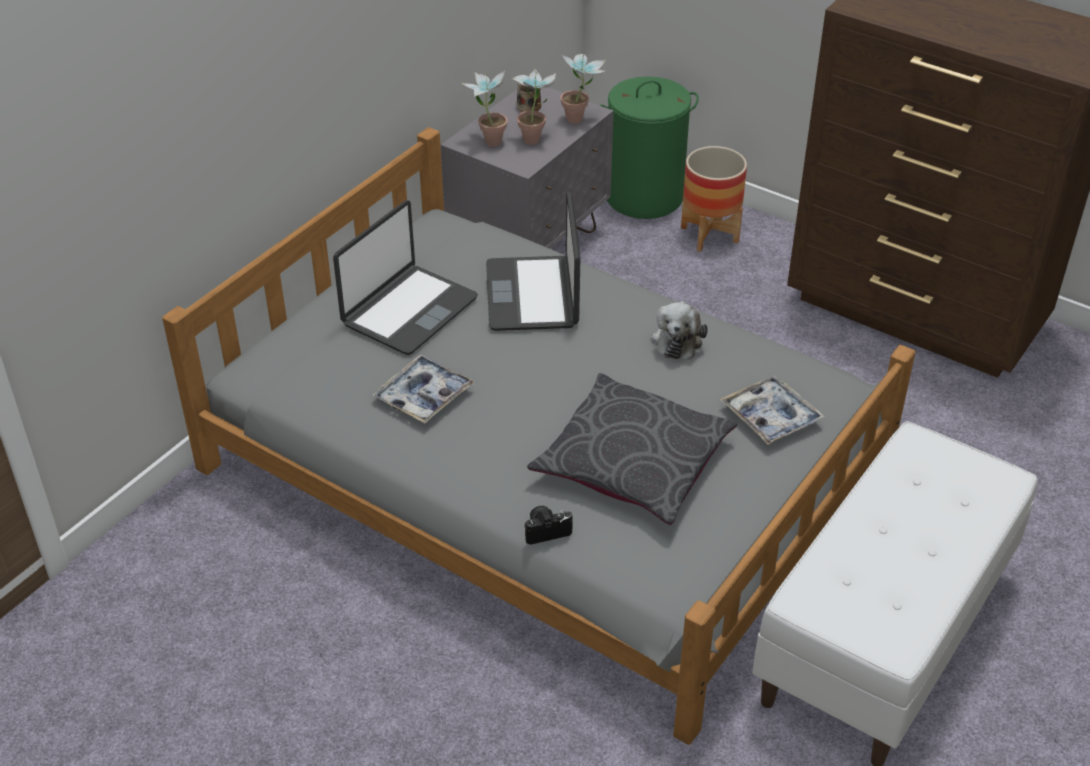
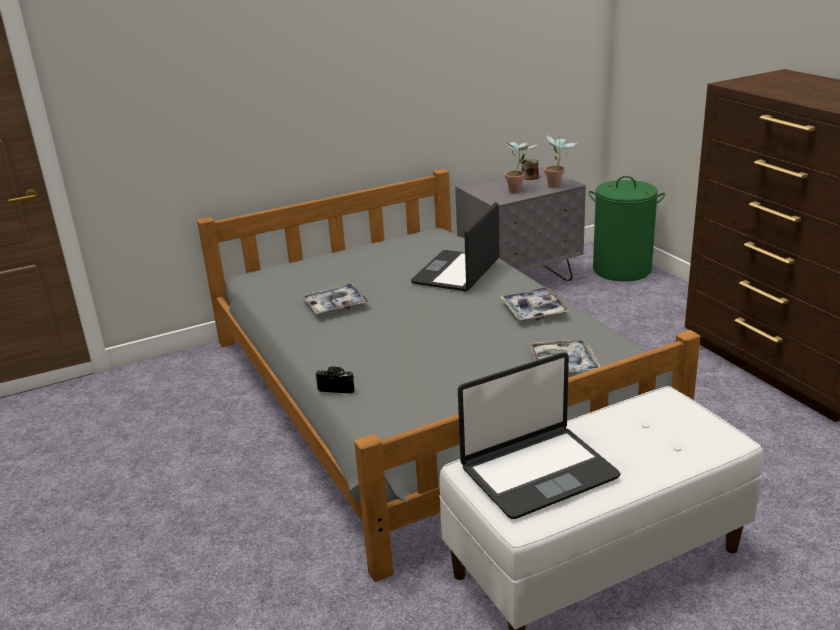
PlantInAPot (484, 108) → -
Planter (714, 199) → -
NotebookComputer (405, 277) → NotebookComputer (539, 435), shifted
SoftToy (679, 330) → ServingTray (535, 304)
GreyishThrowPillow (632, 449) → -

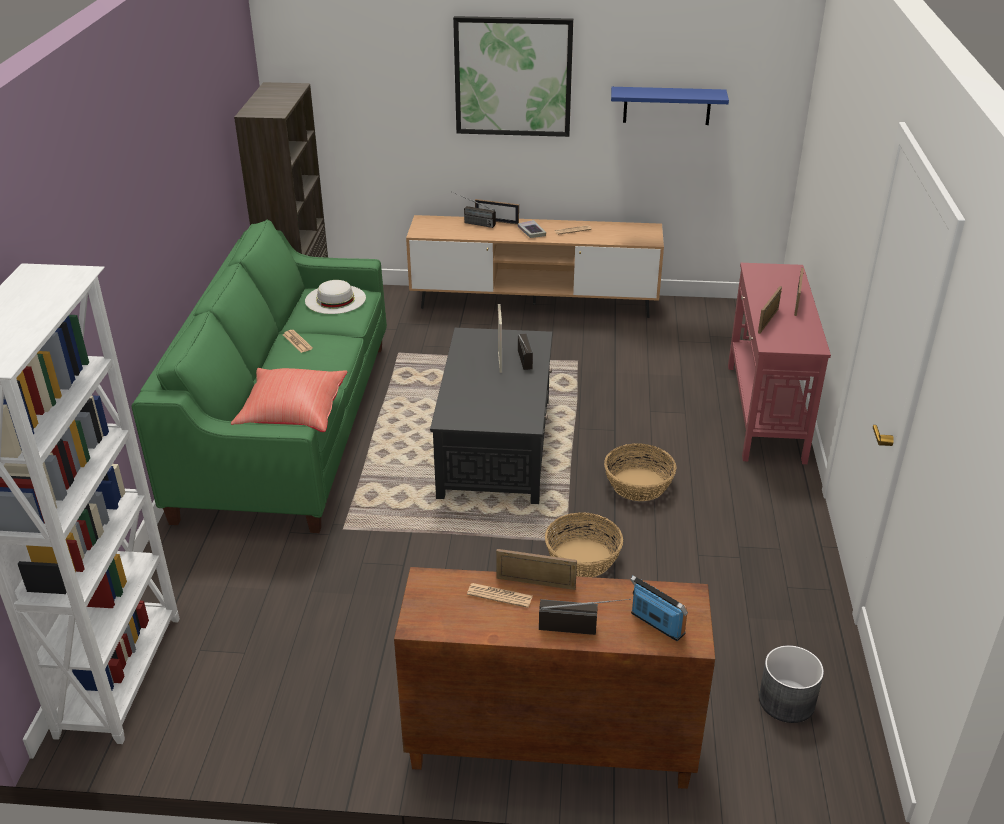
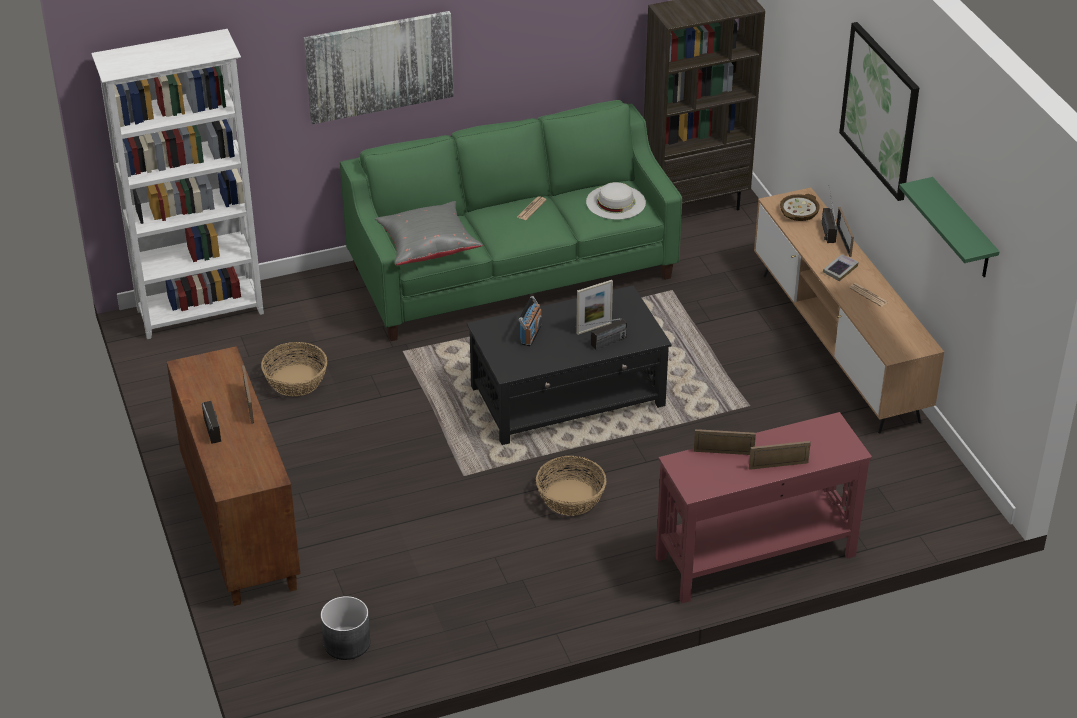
BlueColouredShelf (670, 106) → GreenishShelf (949, 227)
ReddishThrowPillow (289, 400) → GreyishThrowPillow (429, 233)
Basket (584, 544) → Basket (294, 369), shifted
Radio (659, 608) → Radio (530, 321), shifted
Newspaper (500, 595) → -
- → Picture (379, 67)
- → DeepDish (800, 207)

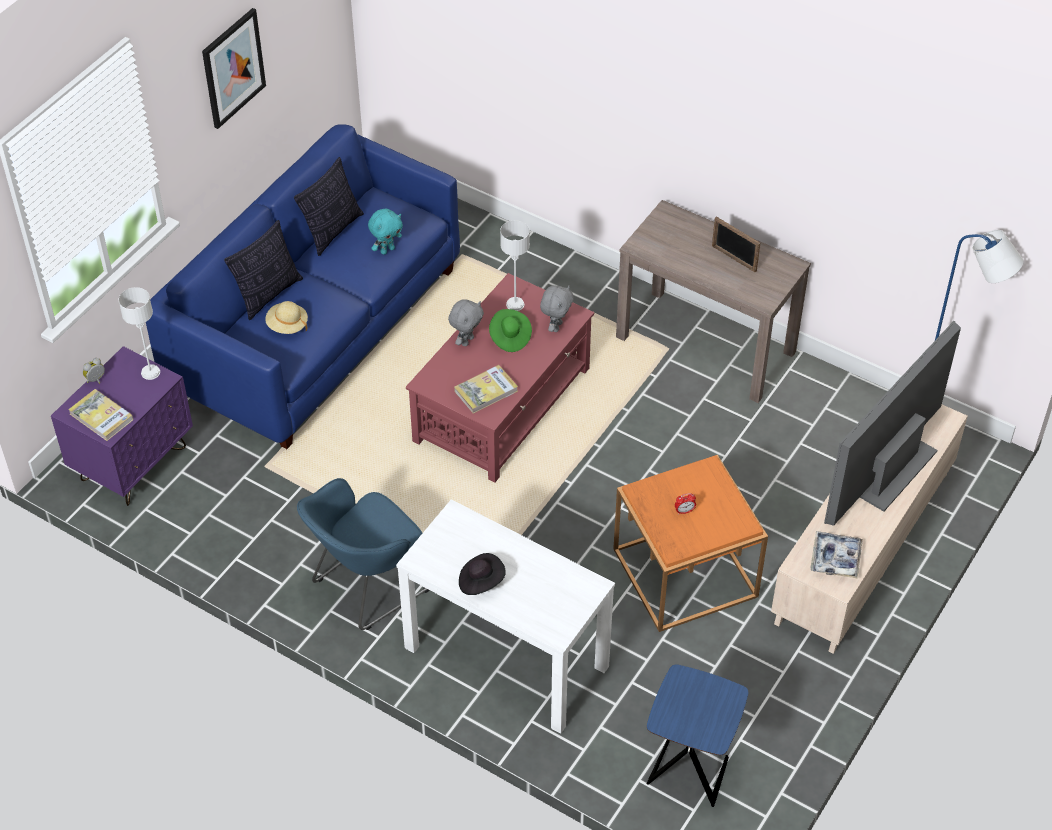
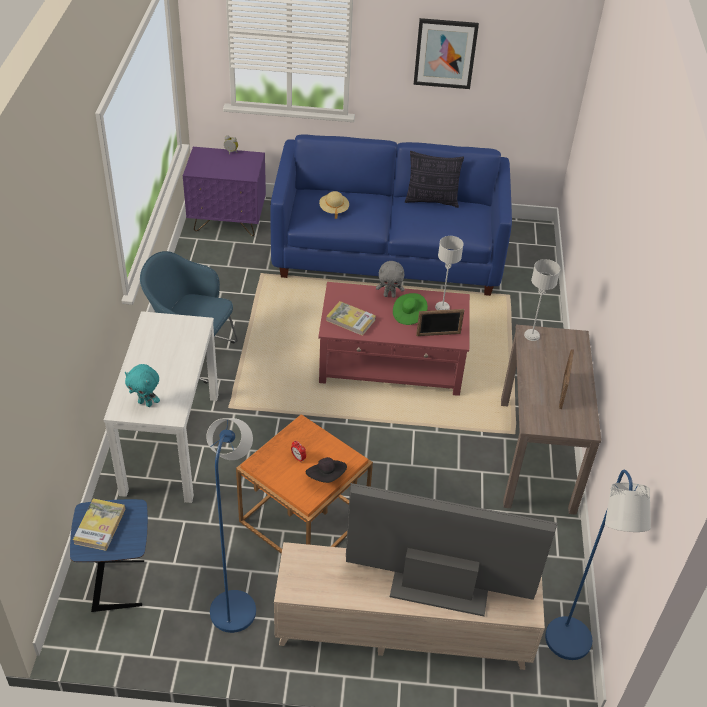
TurquoiseSoftToy (385, 232) → TurquoiseSoftToy (142, 385), shifted
ThrowPillow (263, 270) → -
GreyishSoftToy (557, 308) → PhotoFrame (440, 322)
GreyishLampForATable (139, 333) → GreyishLampForATable (542, 300), shifted
BoundBook (100, 415) → BoundBook (99, 524), shifted
ServingTray (836, 555) → -
BlackColouredClothingHat (482, 574) → BlackColouredClothingHat (326, 470), shifted
- → BlueColouredStandardLamp (231, 525)

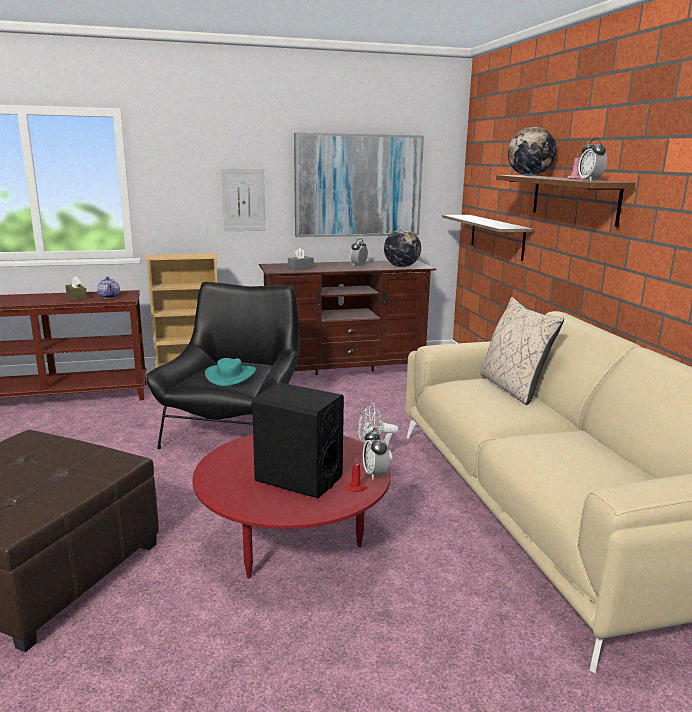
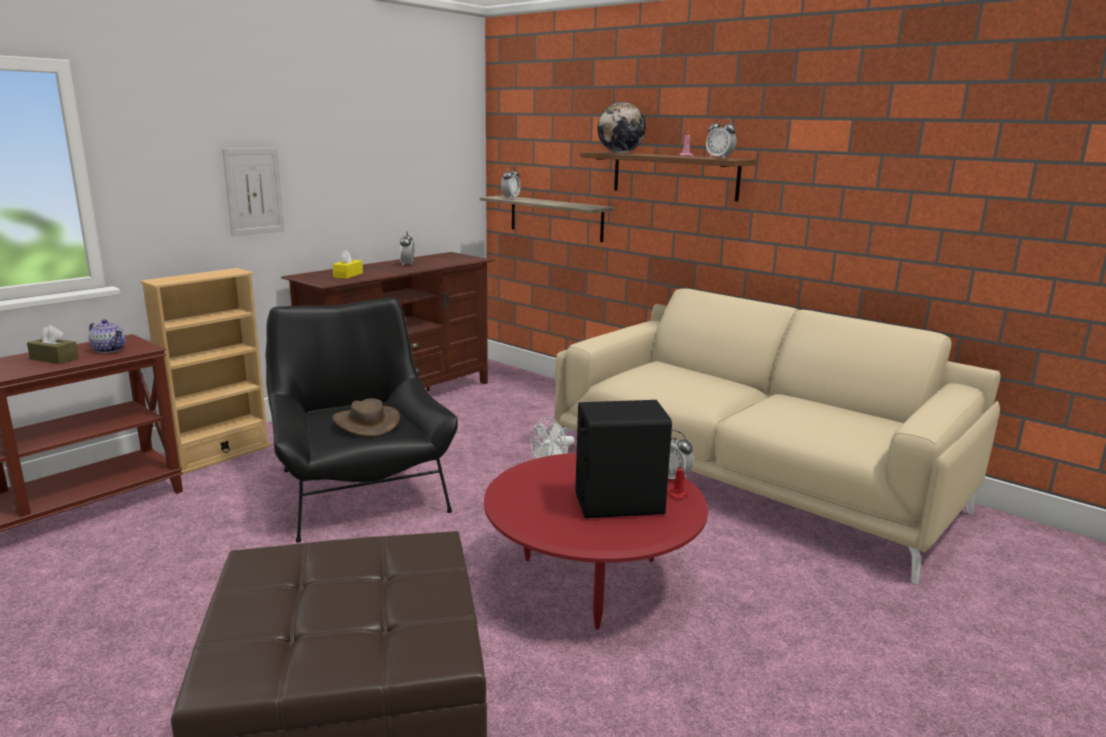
Picture (359, 185) → -
WorldGlobe (402, 248) → -
GreyishTissueHolder (301, 259) → YellowishTissueHolder (347, 264)
BeigeThrowPillow (522, 351) → -
TurquoiseClothingHat (230, 372) → BrownishClothingHat (366, 417)
- → AlarmClock (510, 183)

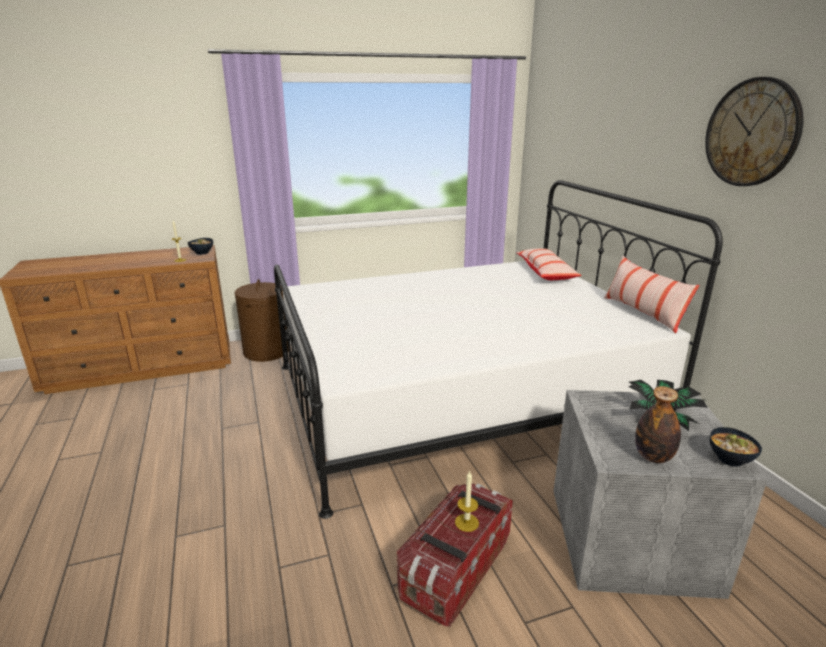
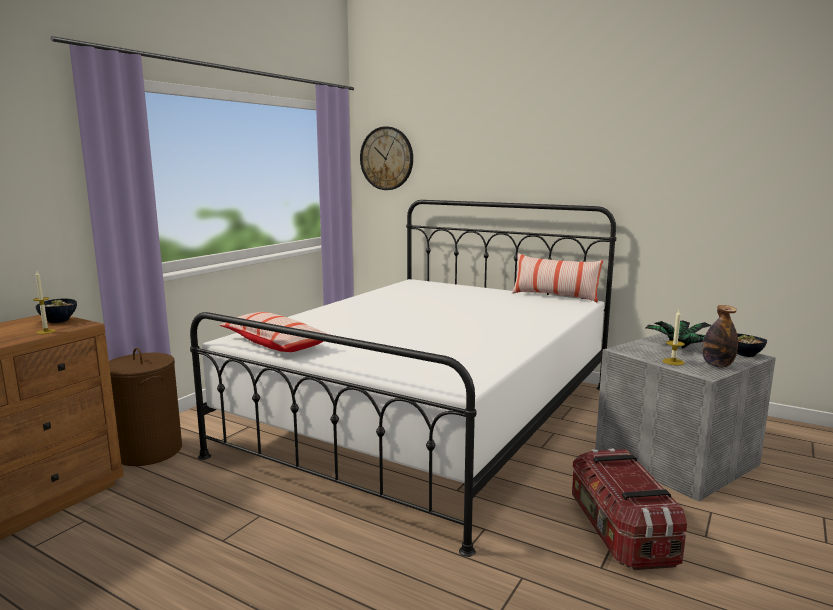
ClockOnTheWall (754, 131) → ClockOnTheWall (386, 158), shifted
ThrowPillow (549, 264) → ThrowPillow (275, 332), shifted
Candle (467, 501) → Candle (674, 337), shifted

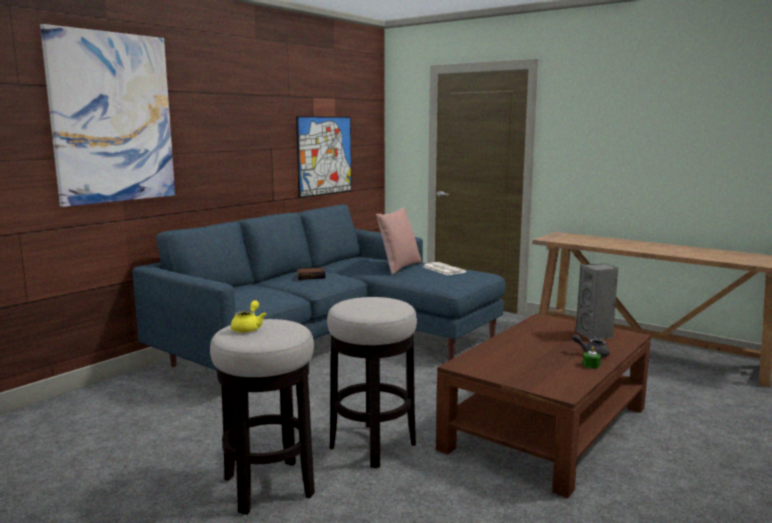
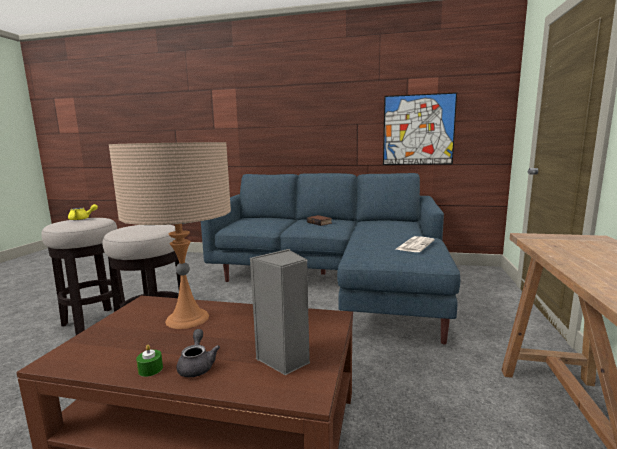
Picture (107, 115) → -
PinkishThrowPillow (398, 241) → -
- → BeigeLampForATable (170, 235)

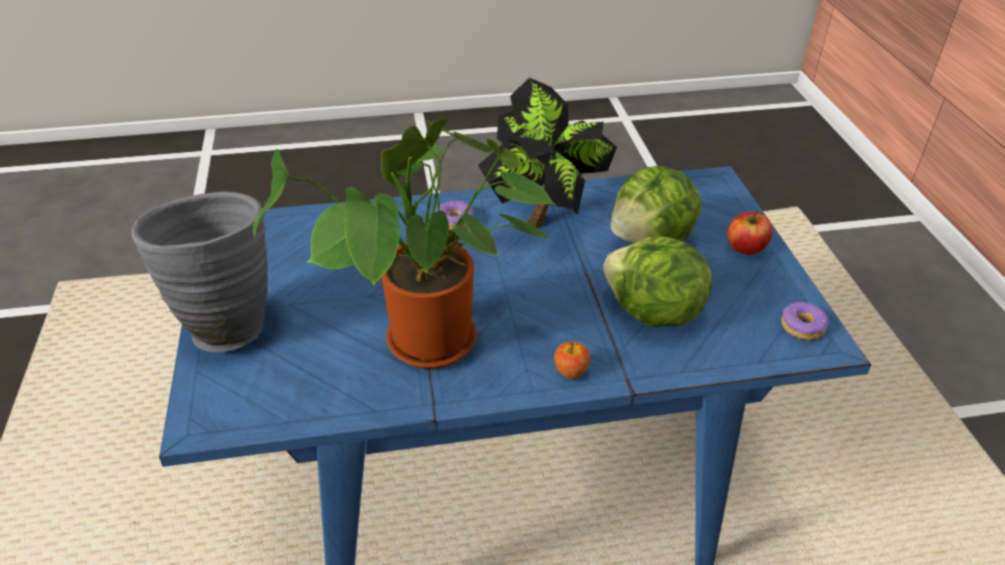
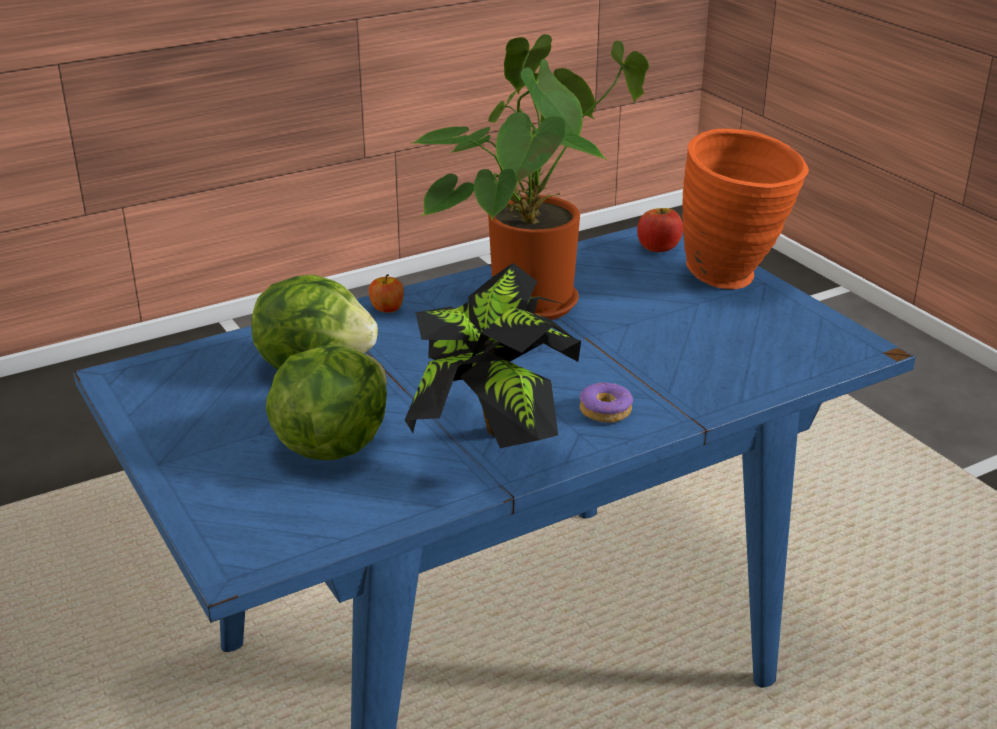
GreyishDecorativeVase (199, 272) → OrangeColouredDecorativeVase (745, 209)
Apple (750, 233) → Apple (660, 230), shifted
Doughnut (805, 321) → -

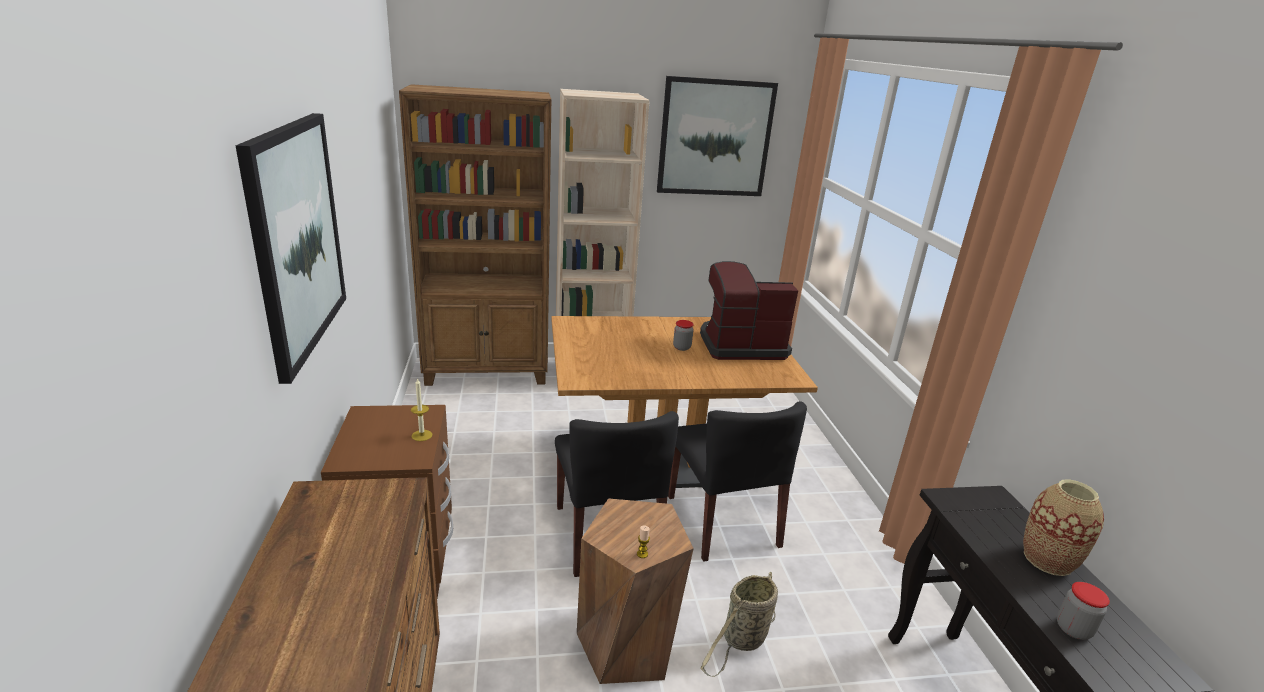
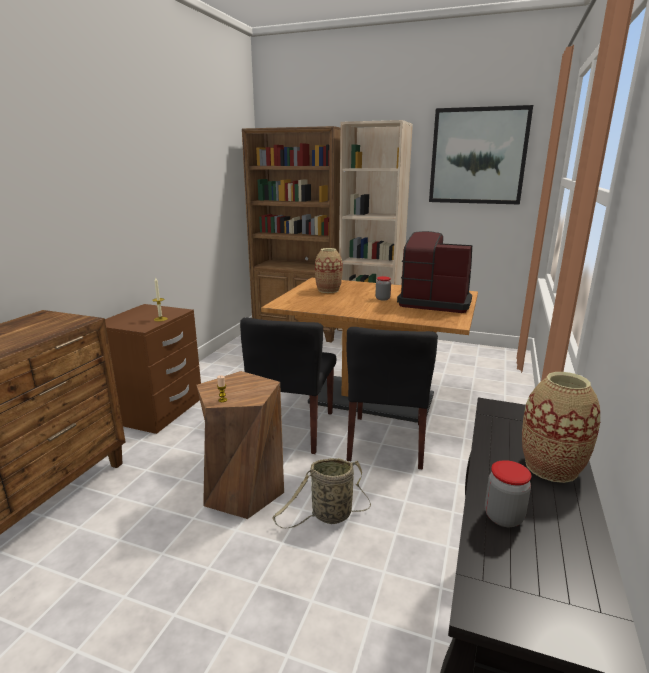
Picture (291, 248) → -
- → DecorativeVase (329, 270)

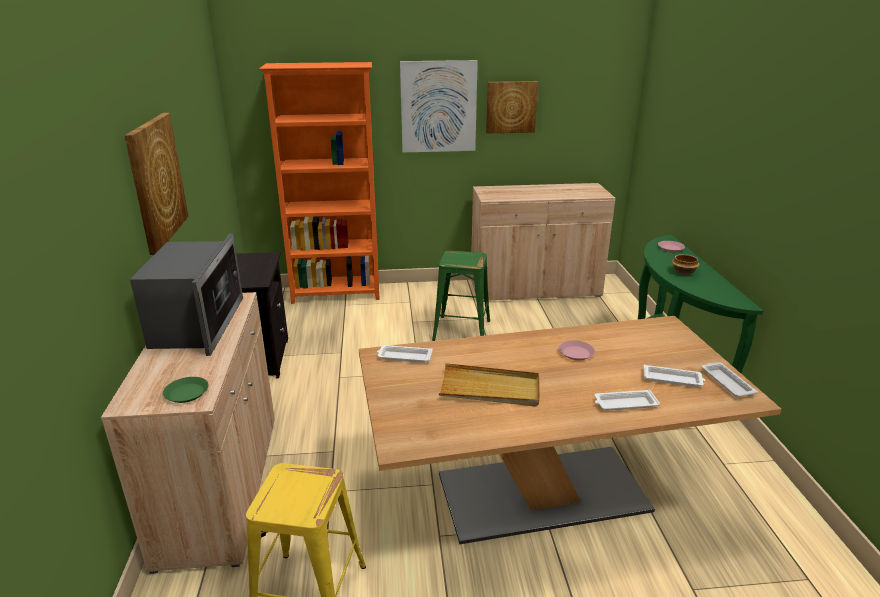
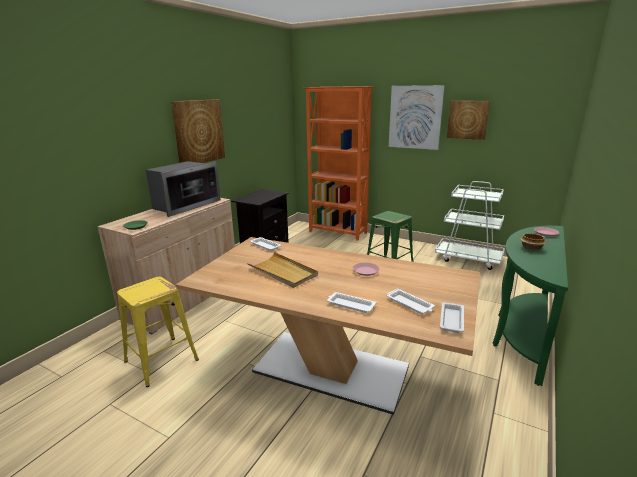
BeigeCupboard (543, 241) → WhiteColouredWheeledCart (470, 225)

